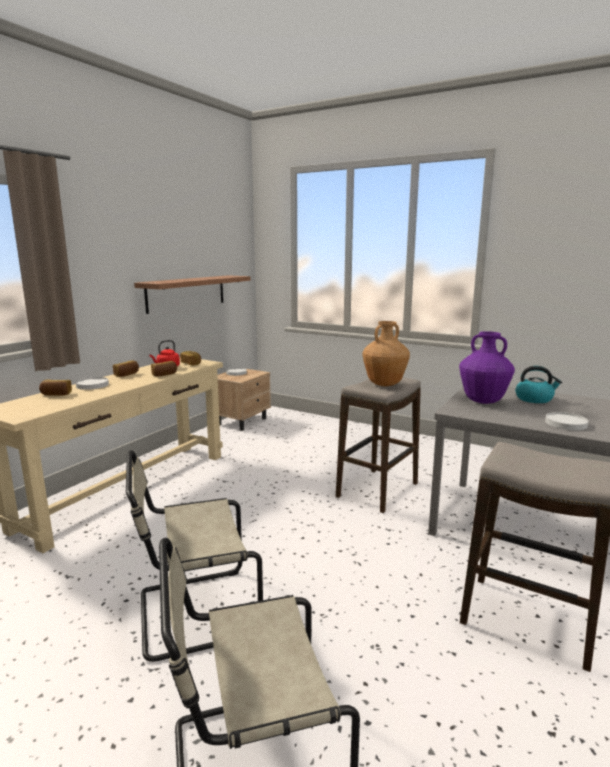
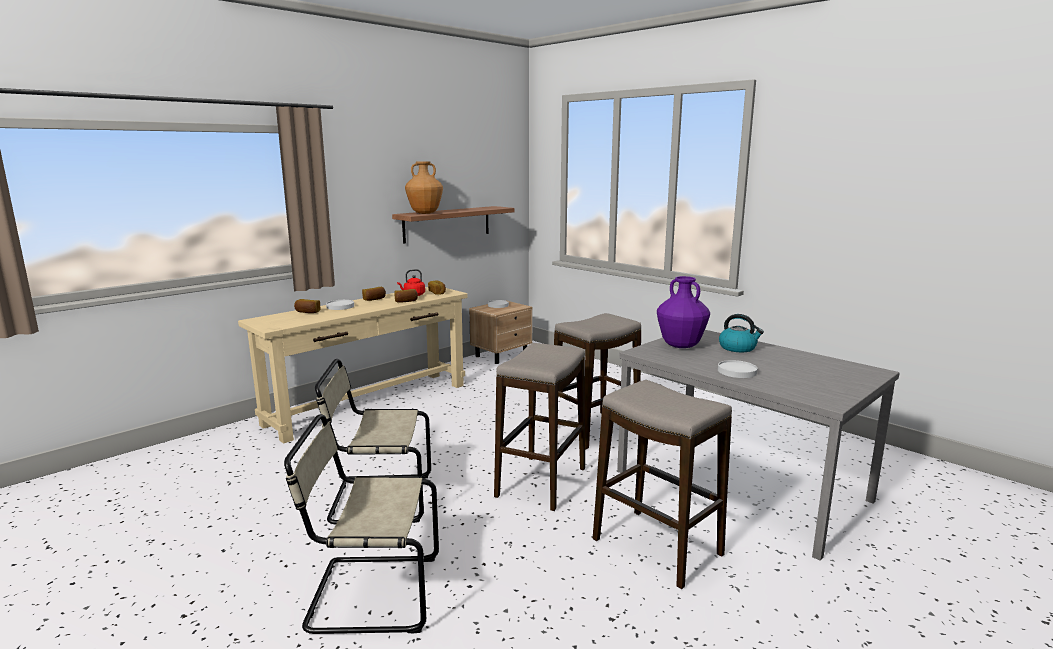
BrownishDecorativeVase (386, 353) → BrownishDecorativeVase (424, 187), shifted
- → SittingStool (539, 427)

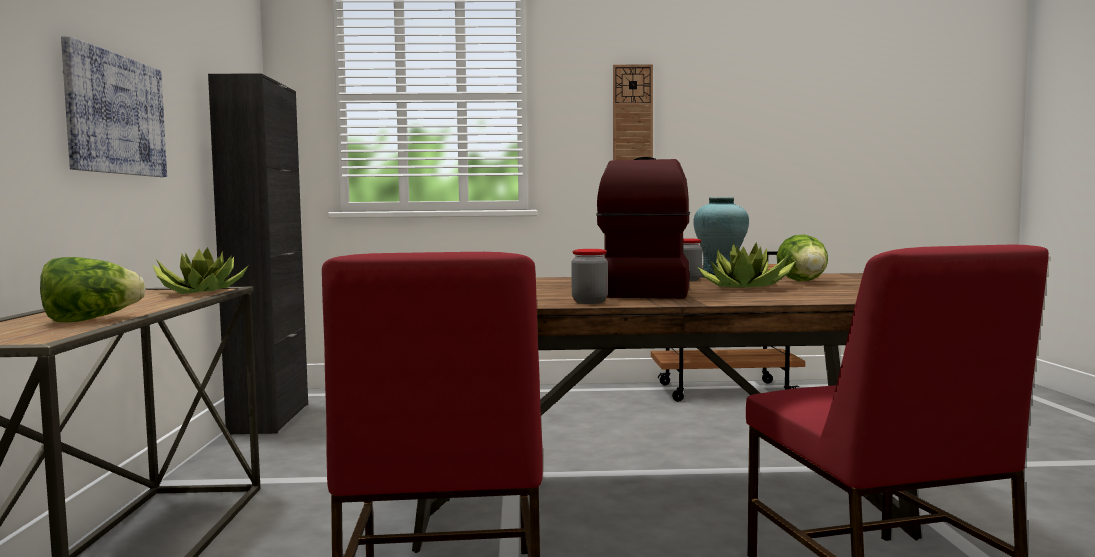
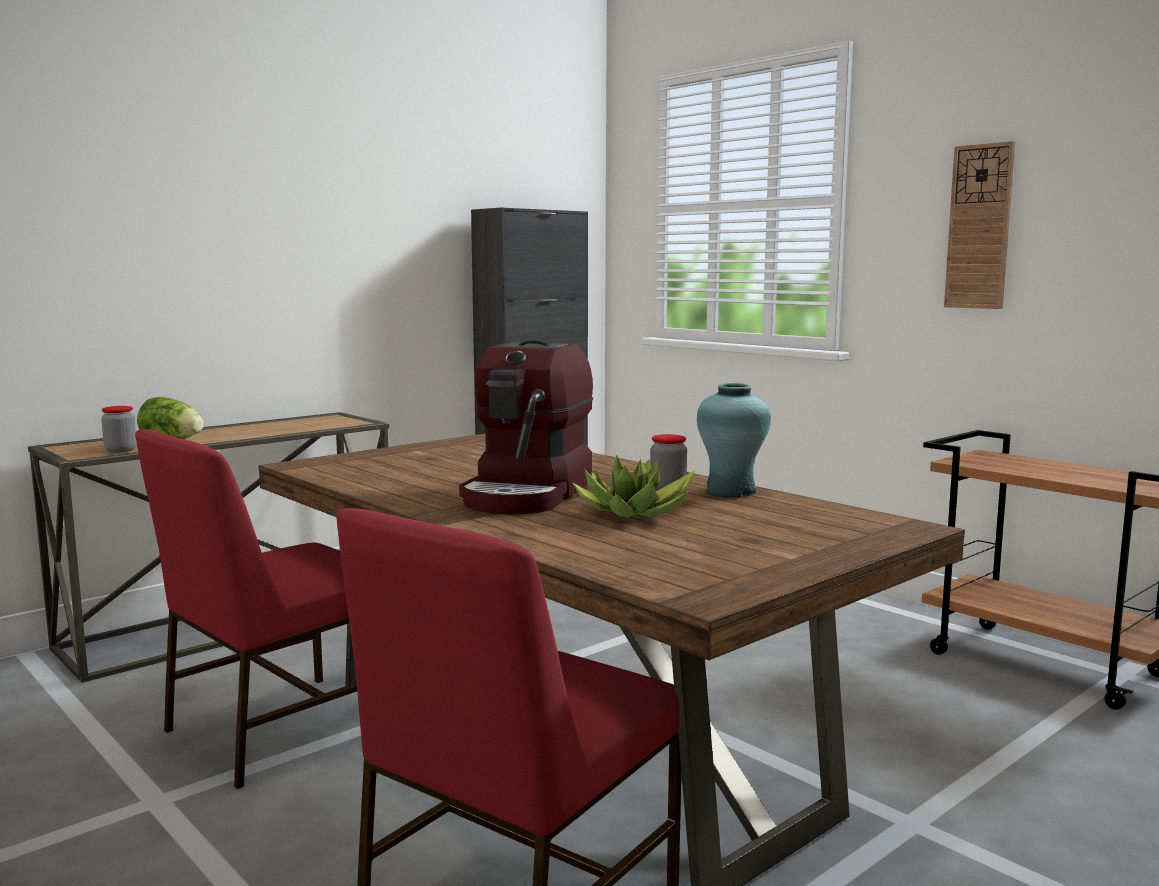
Picture (114, 106) → -
CoffeeBrewer (643, 228) → CoffeeBrewer (526, 427), 135 degrees clockwise
LettuceHead (802, 258) → -
PlantInAPot (201, 270) → -
StorageJar (589, 276) → StorageJar (118, 429), shifted

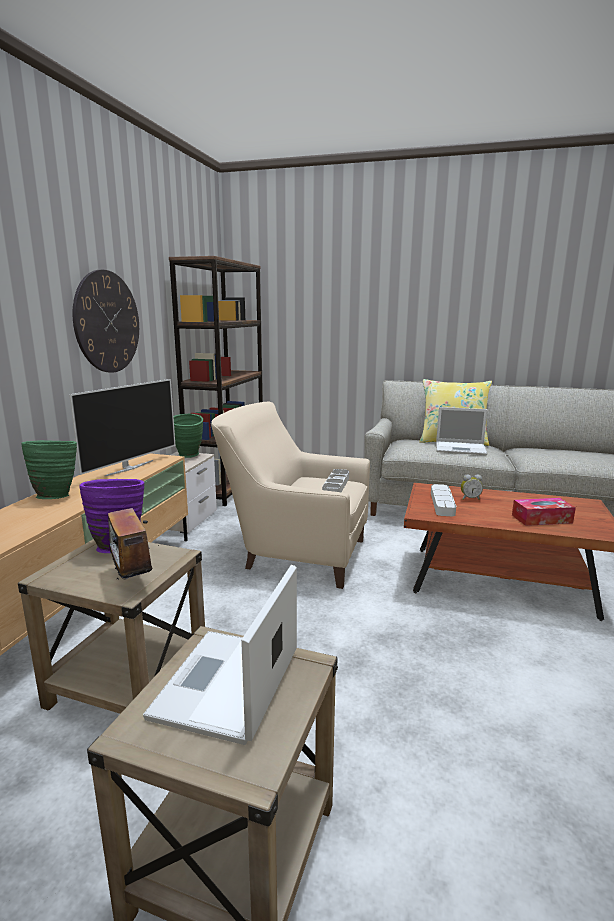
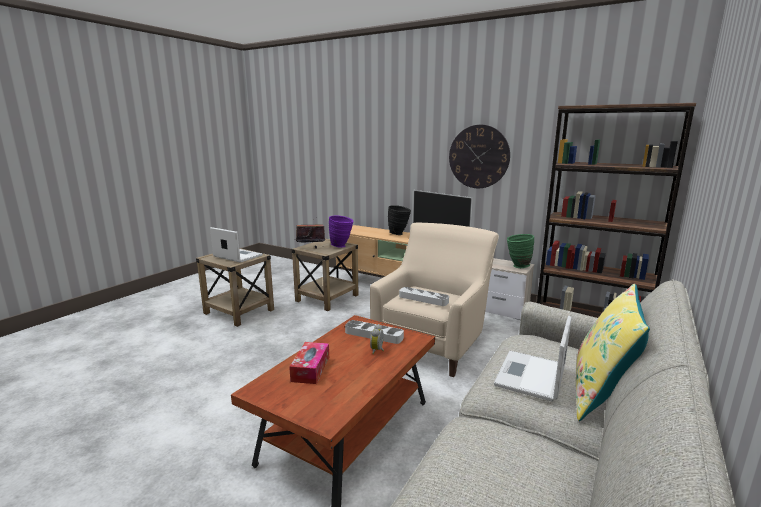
GreenishDecorativeVase (49, 469) → BlackColouredDecorativeVase (399, 220)

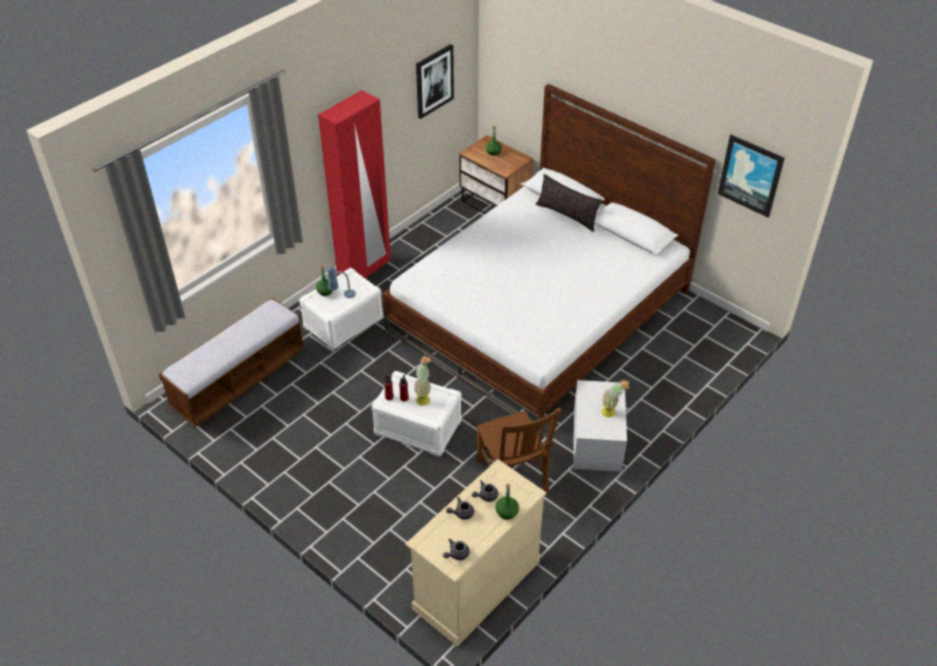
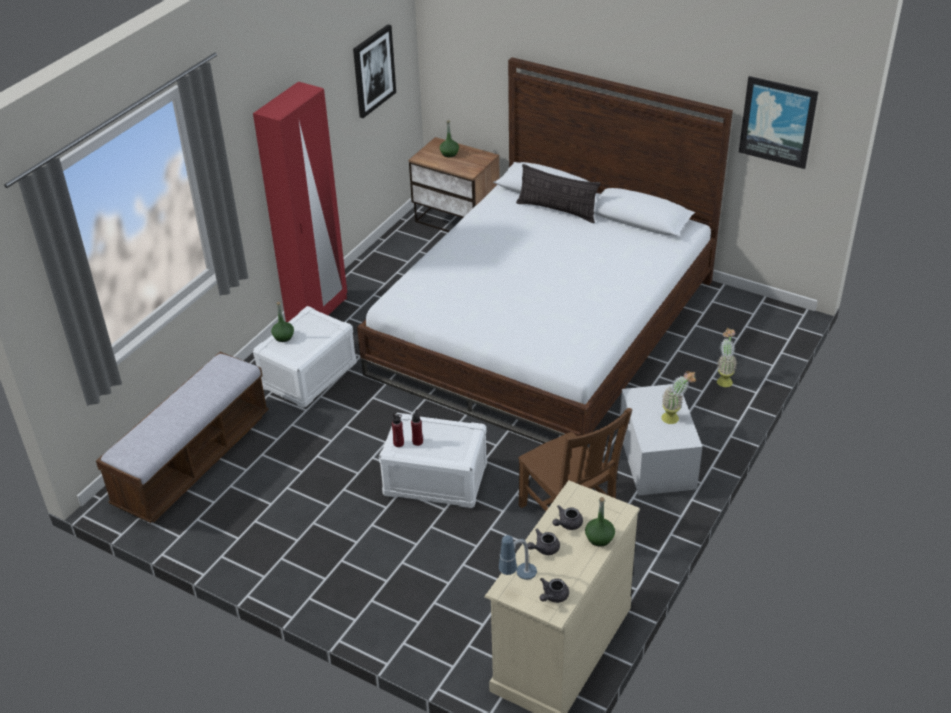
LampForATable (342, 282) → LampForATable (518, 557), shifted
PlantInAPot (422, 381) → PlantInAPot (726, 357), shifted

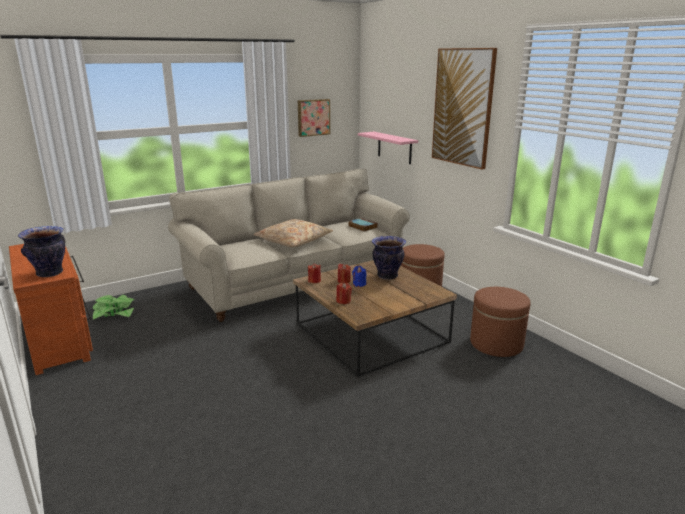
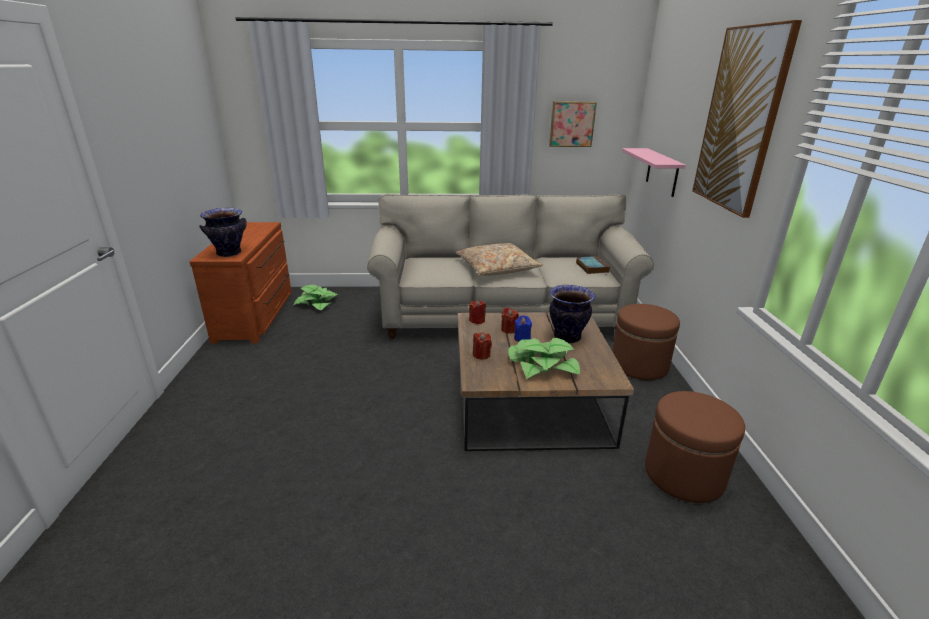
- → PlantInAPot (544, 358)

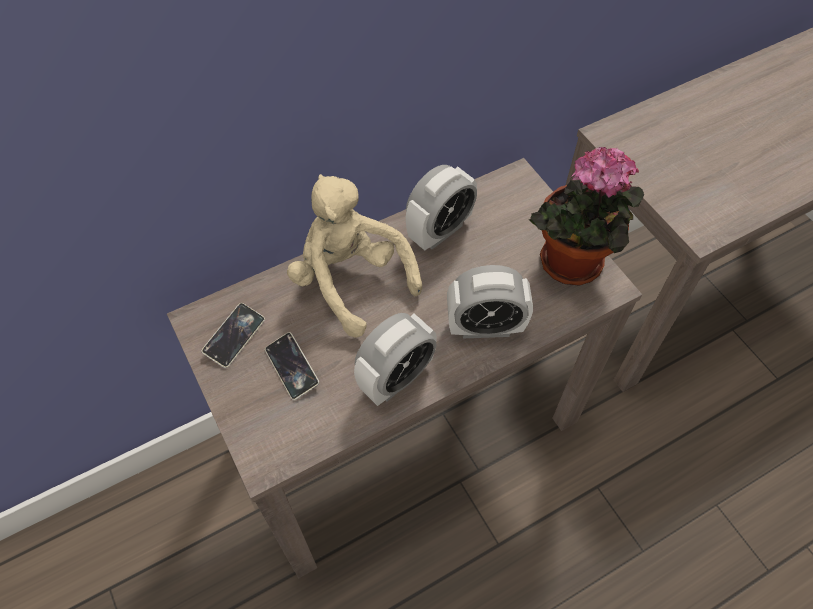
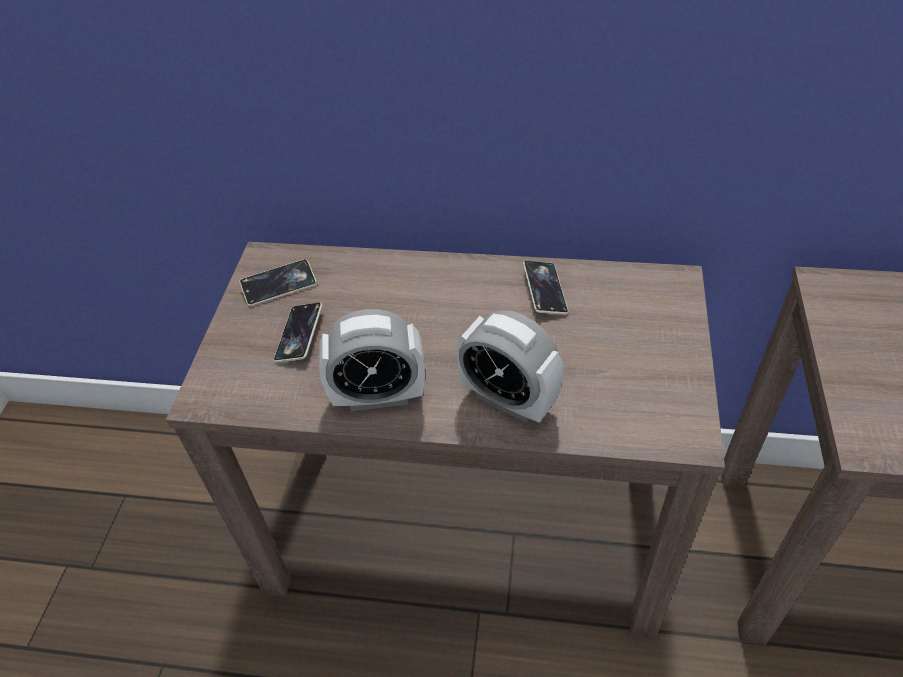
PlantInAPot (586, 216) → -
AlarmClock (441, 207) → Telephone (545, 288)
BeigeSoftToy (354, 256) → -

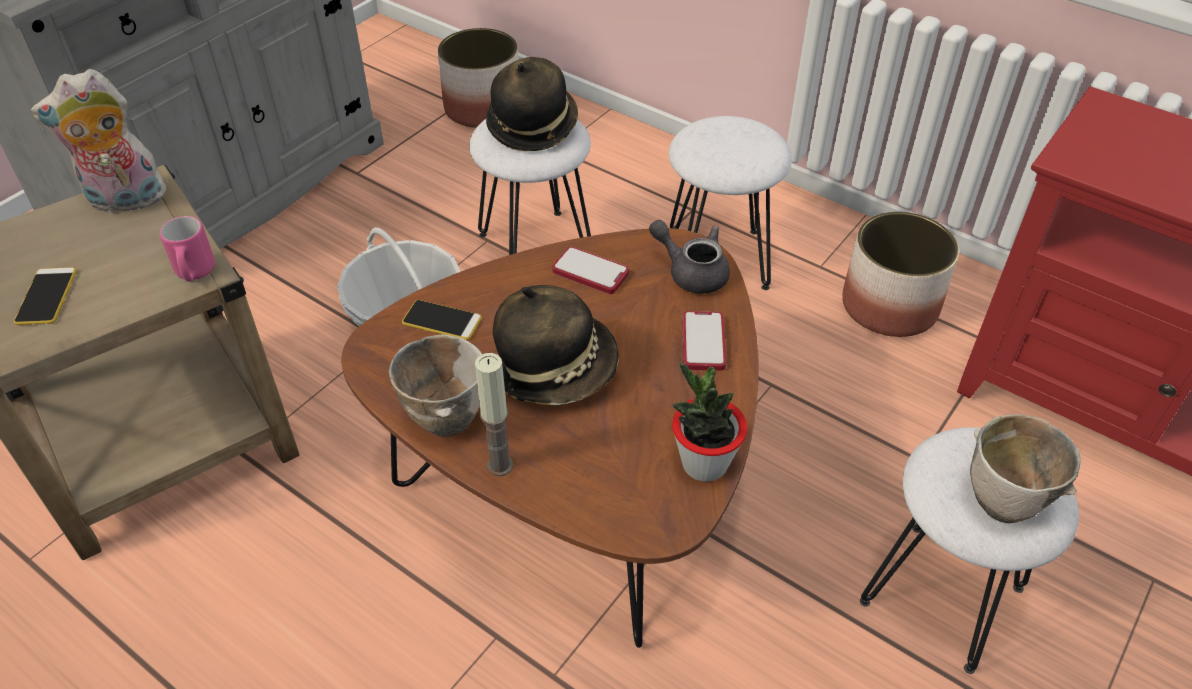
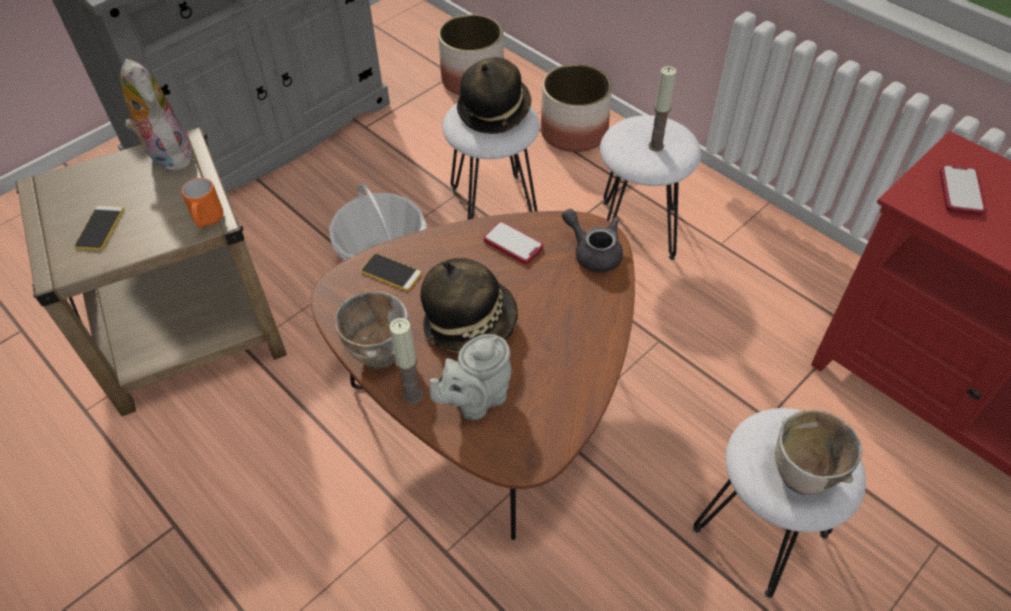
SoftToy (99, 141) → SoftToy (156, 115), 60 degrees clockwise
Planter (900, 274) → Planter (576, 108), shifted
PinkishTeaMug (187, 249) → OrangeColouredTeaMug (202, 203)
Telephone (704, 341) → Telephone (962, 190), shifted
PlantInAPot (709, 421) → -
- → Candle (662, 109)
- → GreyishTeapot (470, 377)

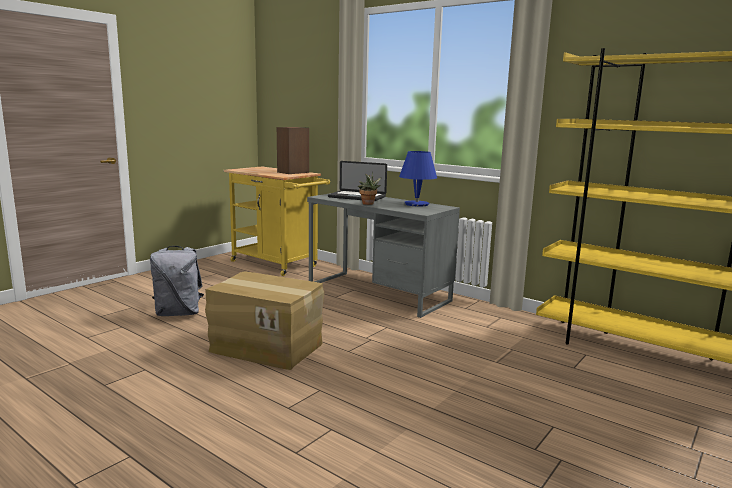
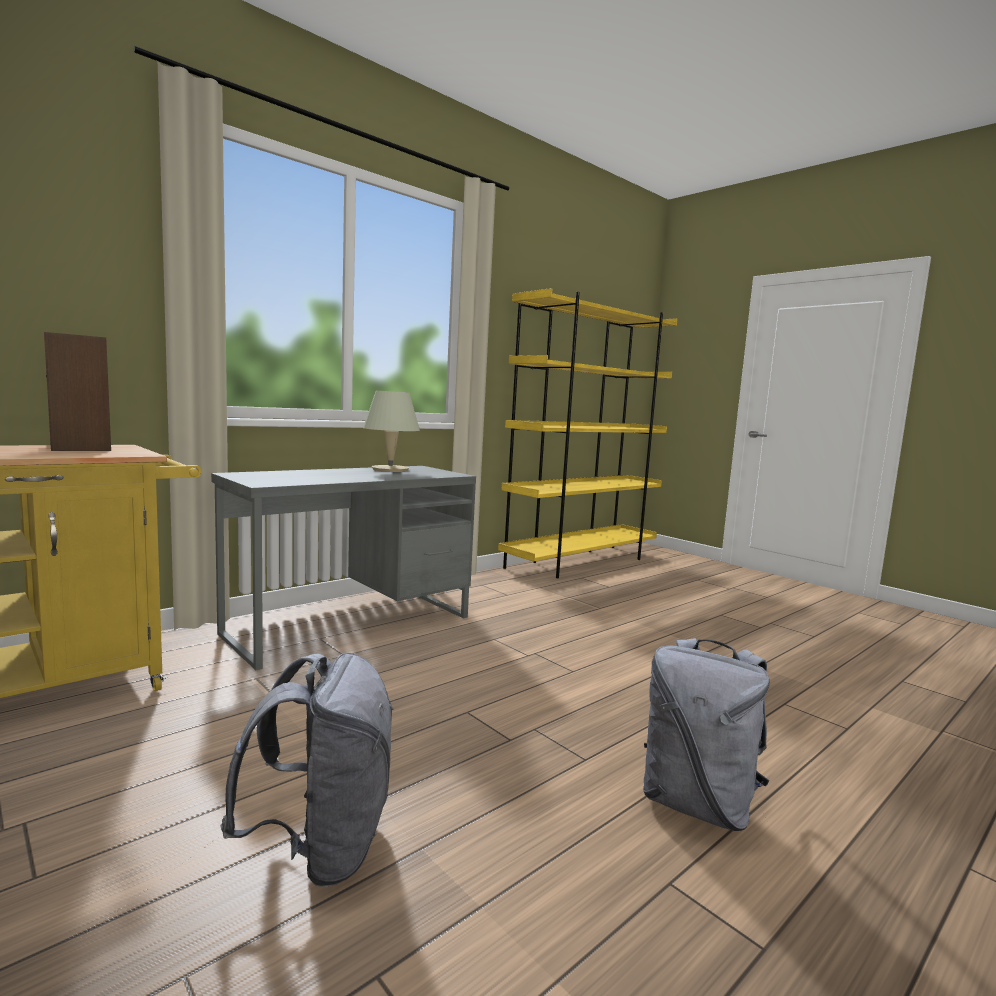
BlueColouredLampForATable (418, 179) → BeigeLampForATable (391, 431)
NotebookComputer (357, 181) → -
PlantInAPot (370, 188) → -
CardboardBox (264, 320) → -
- → GreyishKnapsack (706, 734)

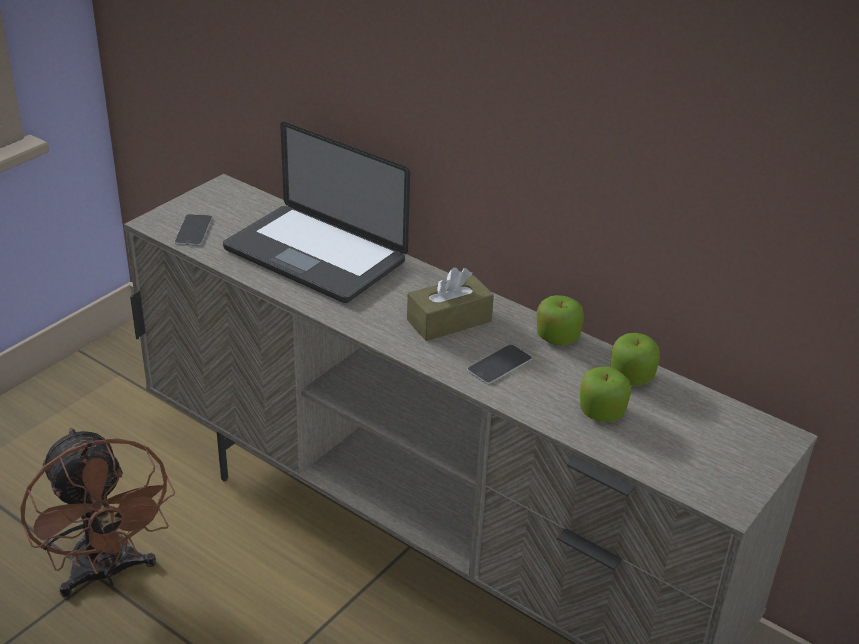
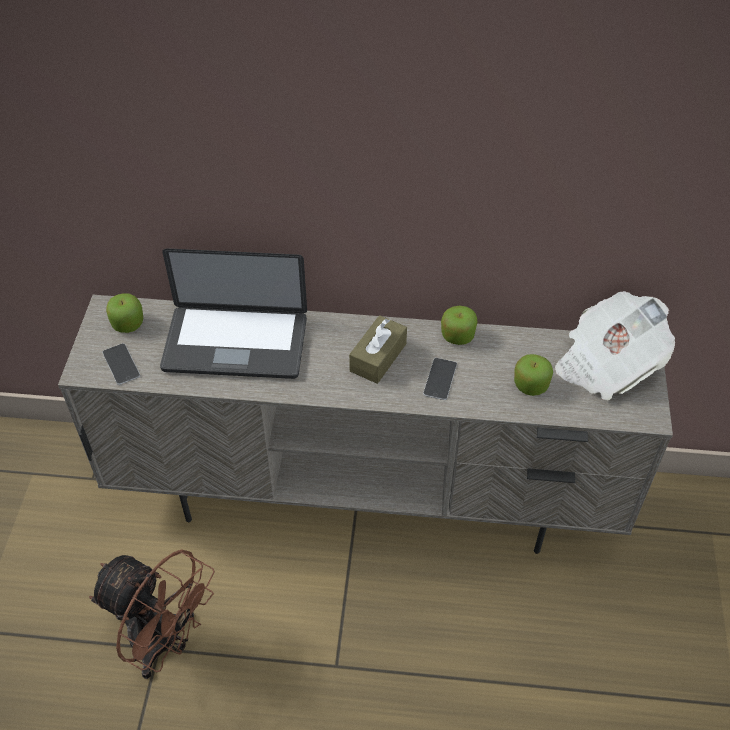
Apple (635, 359) → Apple (124, 313), shifted
- → Newspaper (615, 346)

